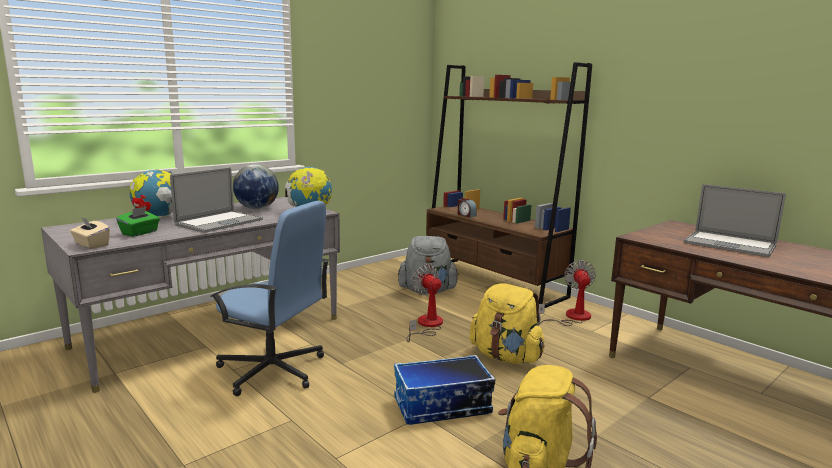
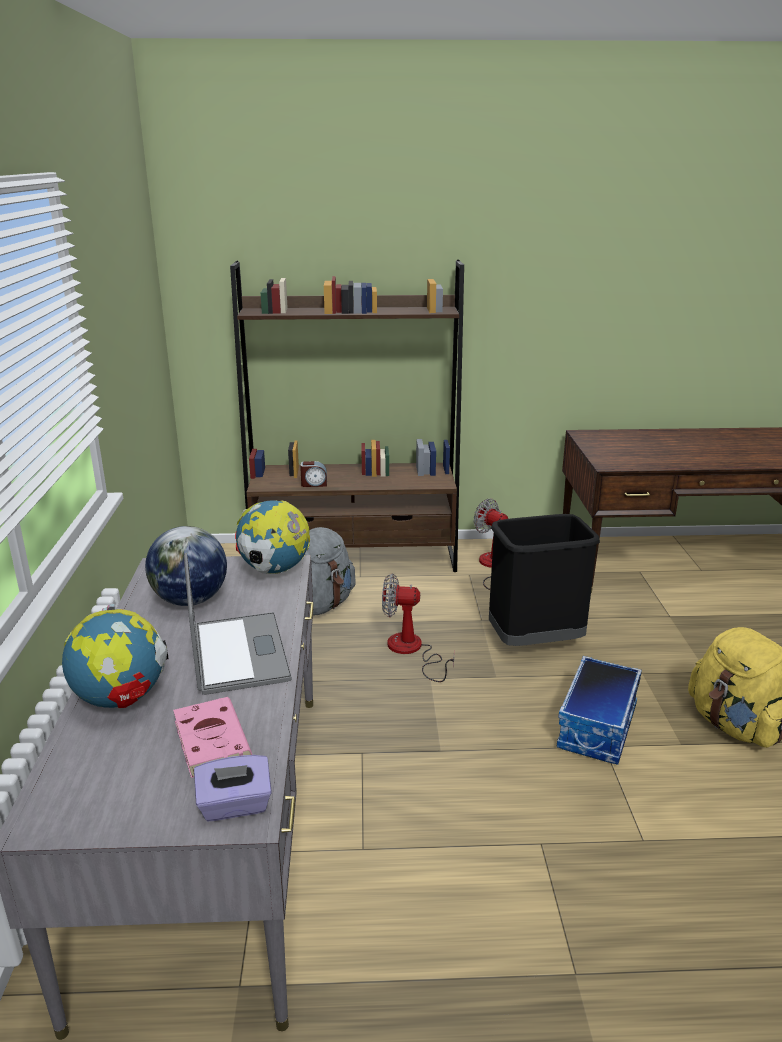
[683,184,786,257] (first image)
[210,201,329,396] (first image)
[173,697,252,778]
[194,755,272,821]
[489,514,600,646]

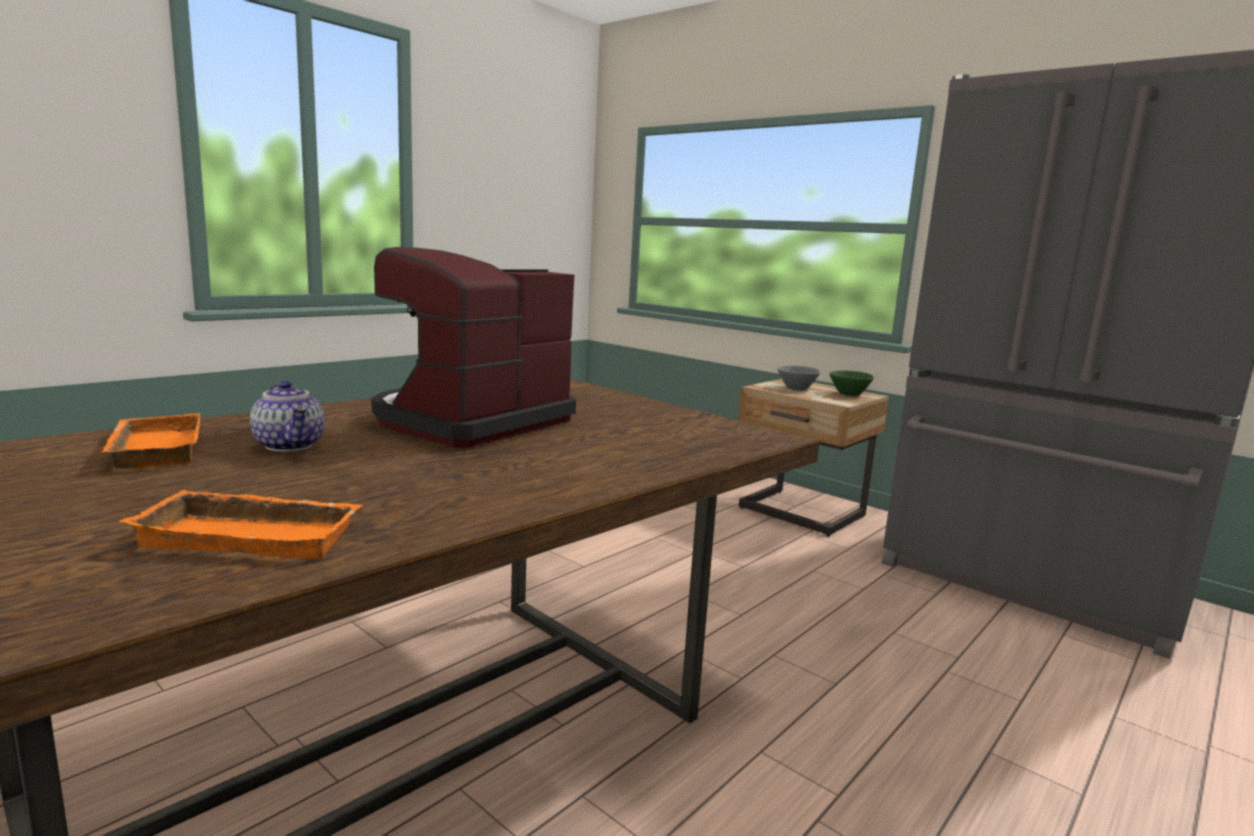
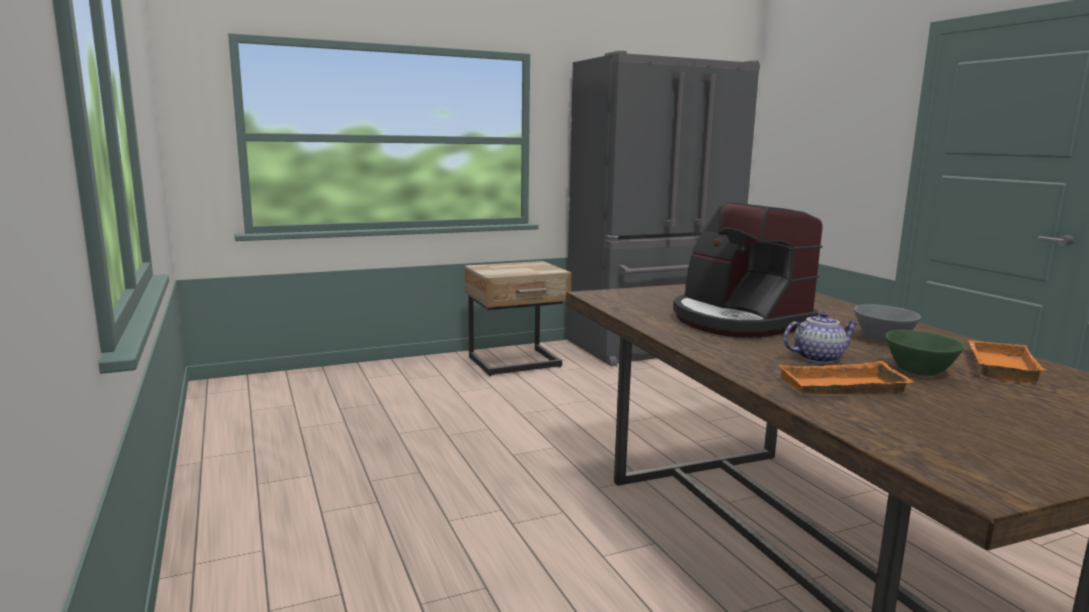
[854,304,921,343]
[885,330,964,376]

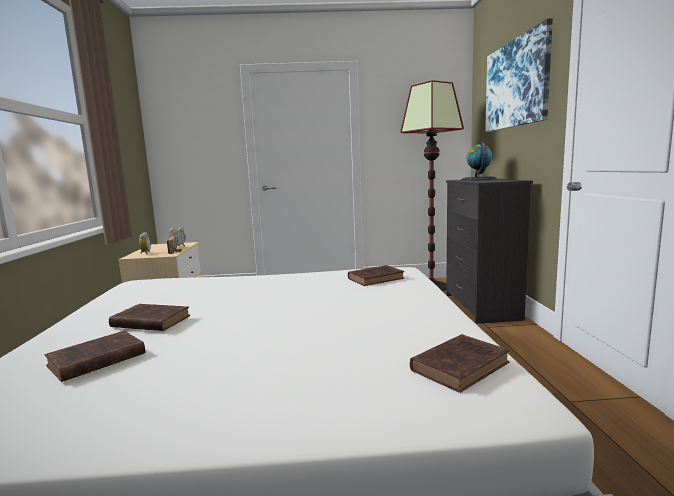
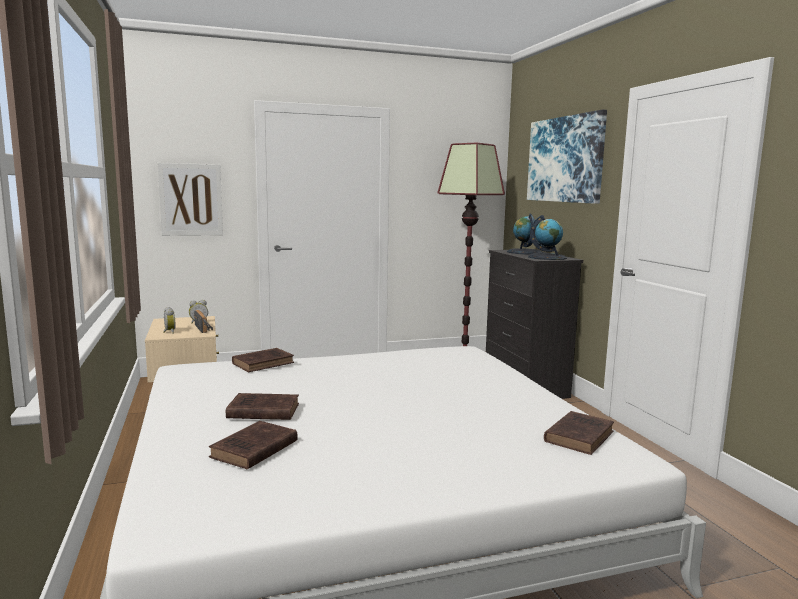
[232,348,294,372]
[158,163,223,236]
[528,215,567,260]

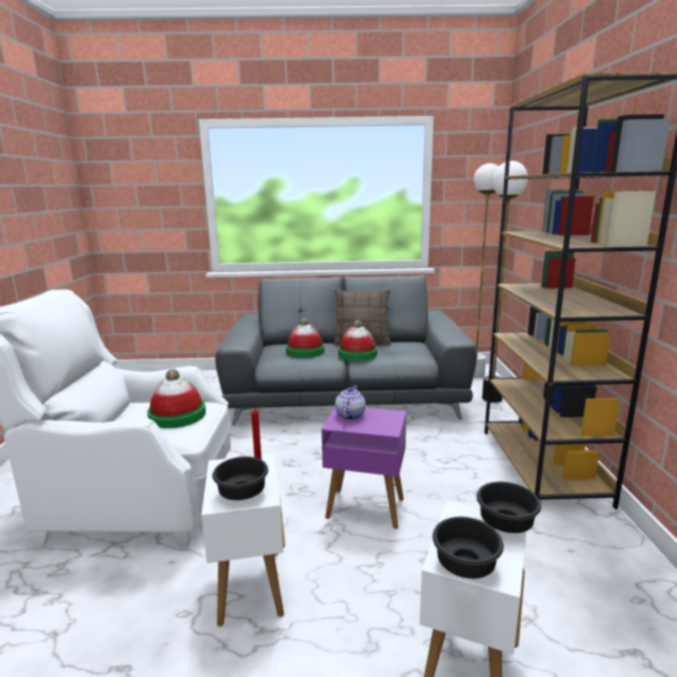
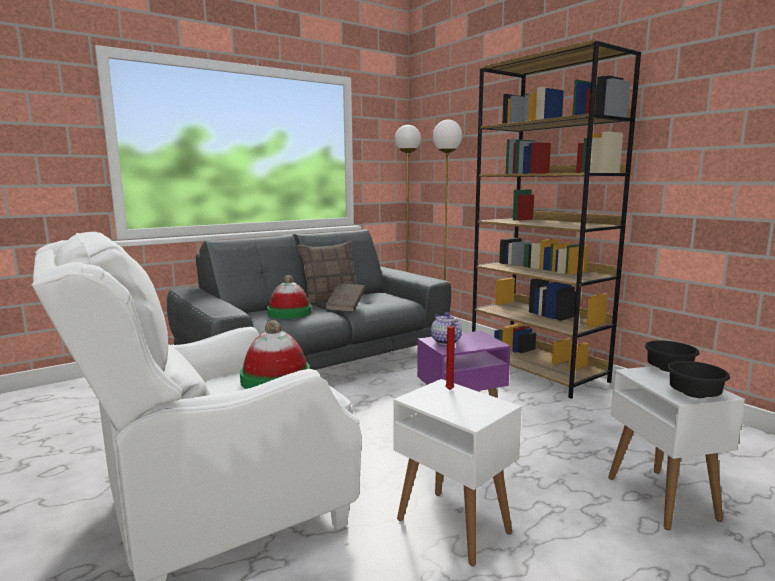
[325,283,366,312]
[212,456,268,500] (first image)

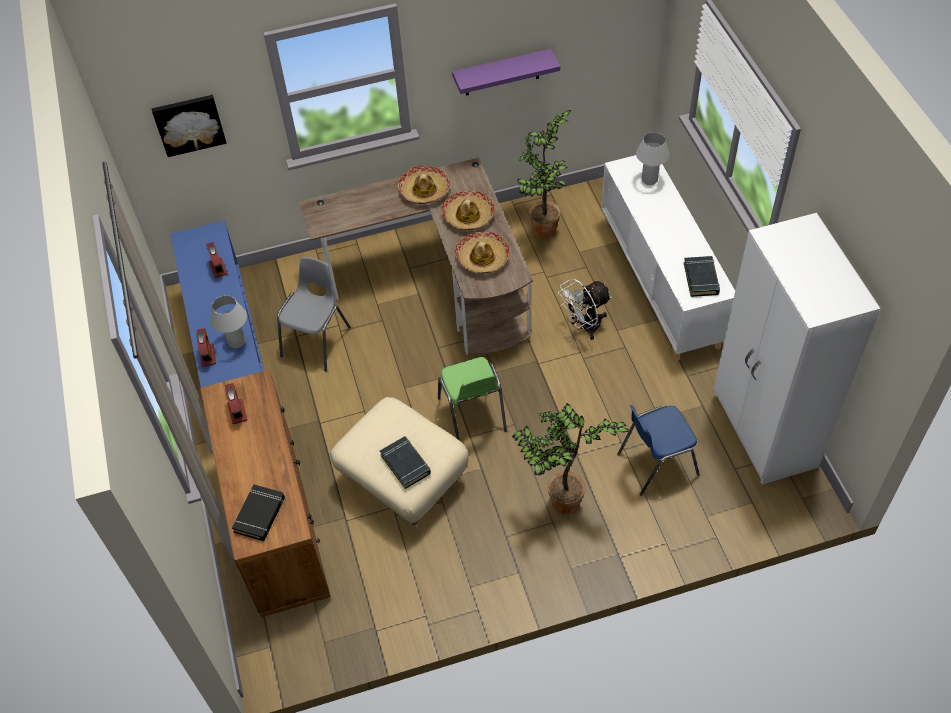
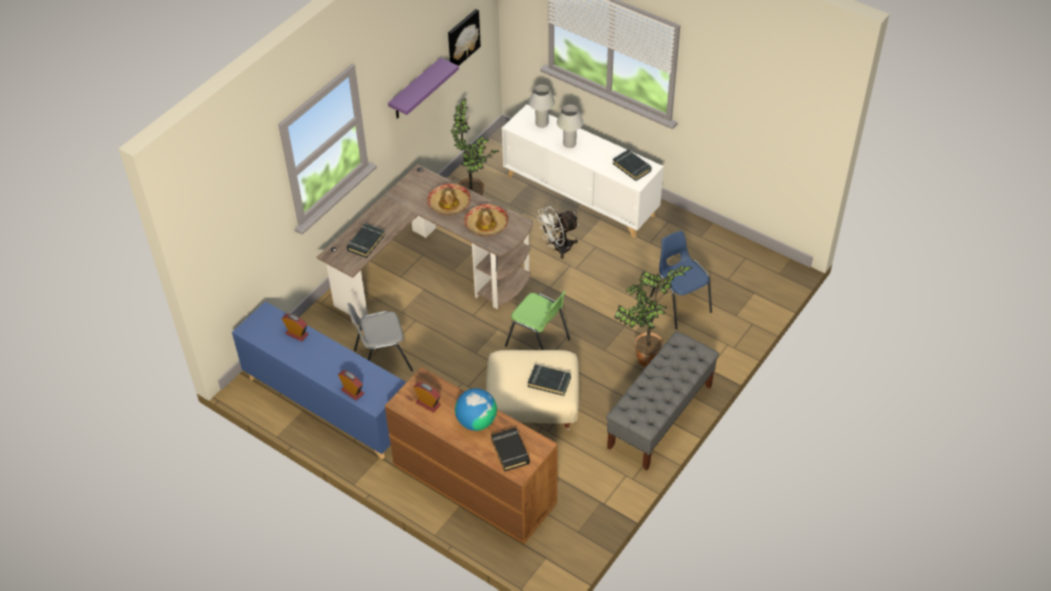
[448,9,481,66]
[398,165,450,204] (first image)
[714,213,881,484] (first image)
[347,303,413,371]
[537,206,579,259]
[557,105,583,148]
[650,231,712,329]
[347,223,385,258]
[606,331,719,470]
[455,388,497,431]

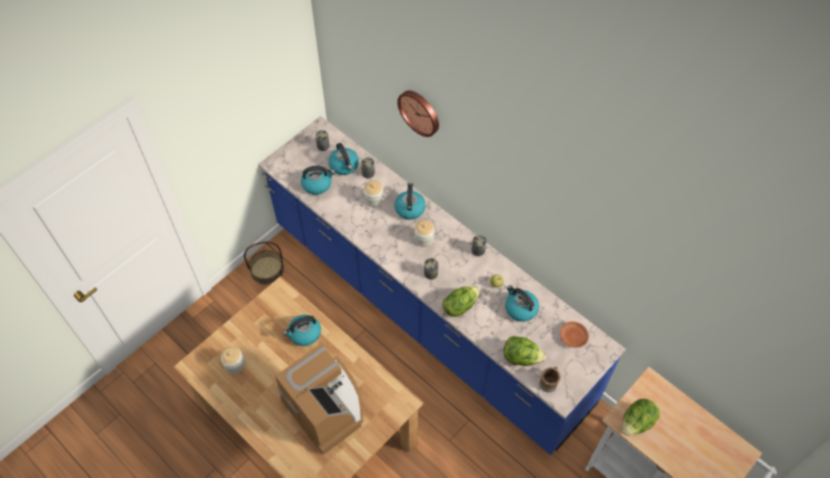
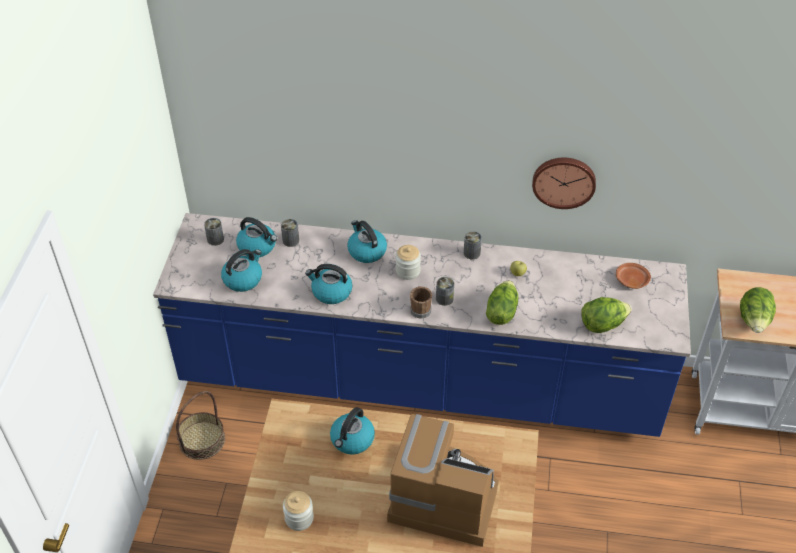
[532,158,596,209]
[364,181,384,207] (first image)
[305,264,352,304]
[410,286,433,319]

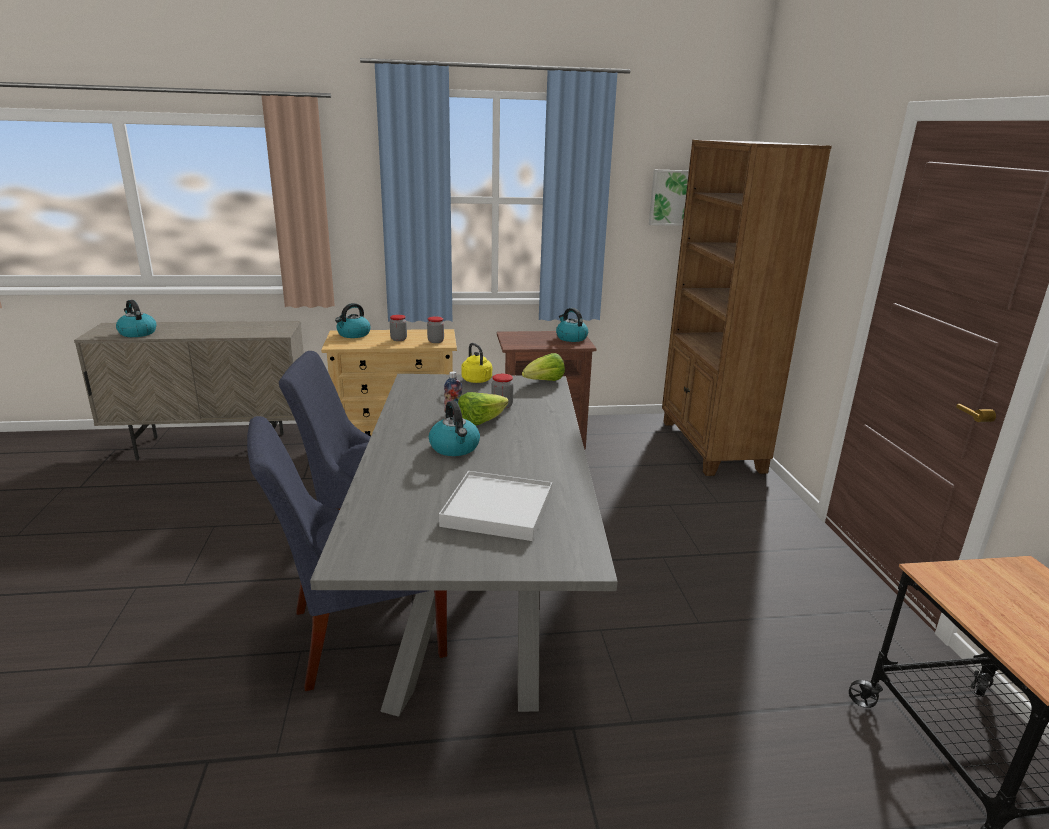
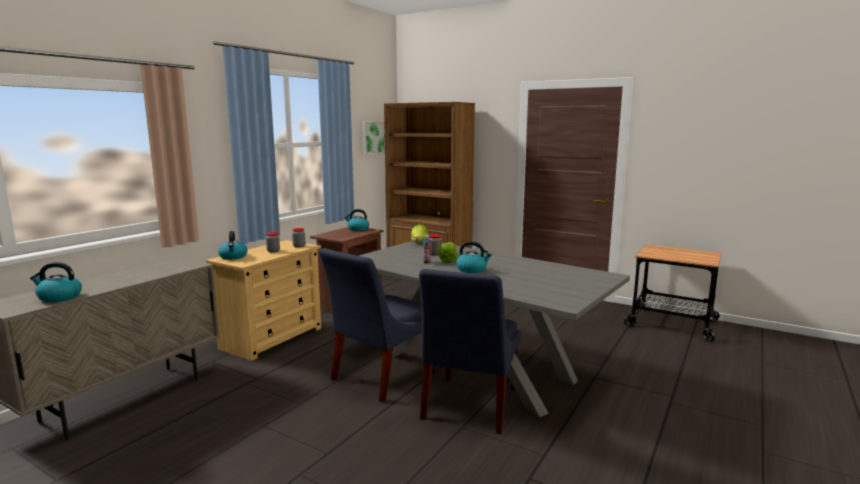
[461,343,492,383] (first image)
[439,471,552,541] (first image)

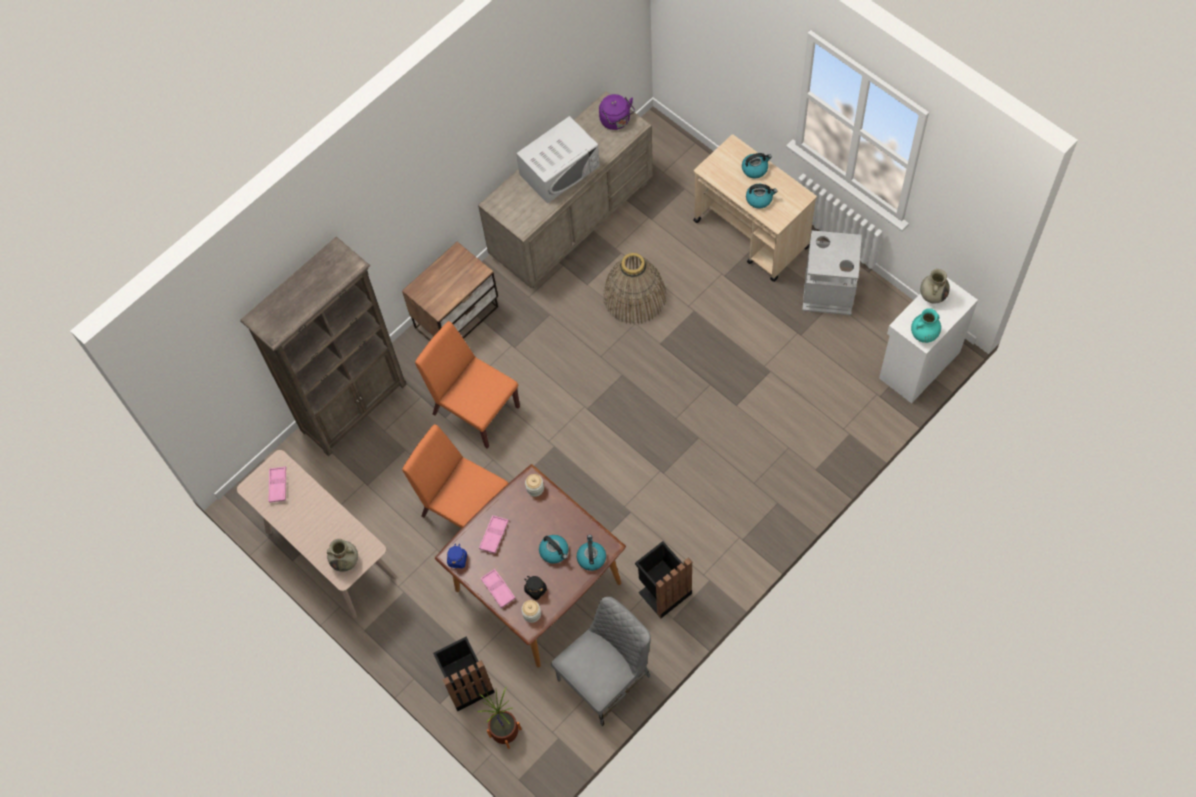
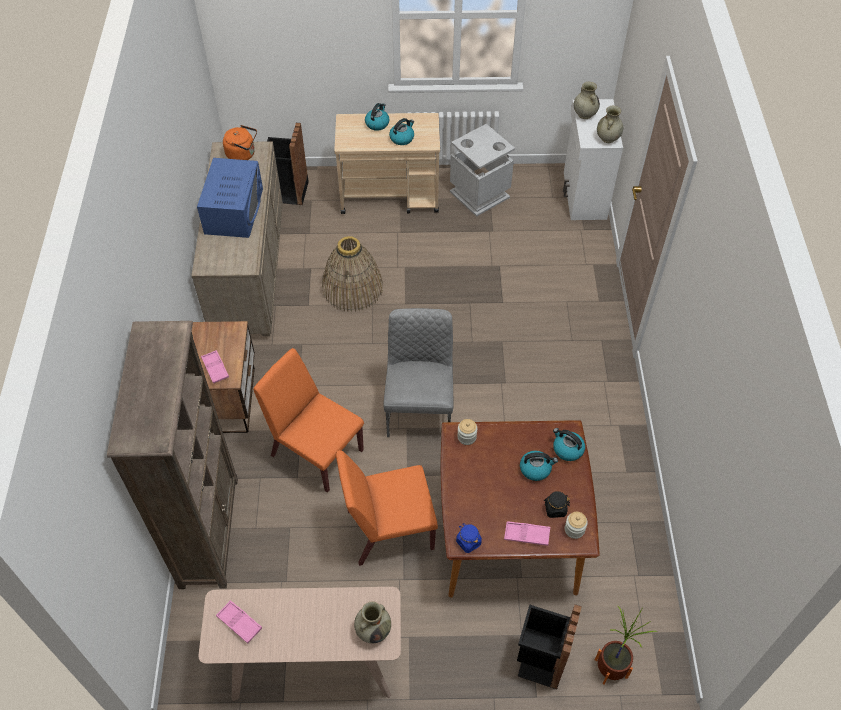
[223,125,257,160]
[197,158,263,238]
[597,106,623,143]
[253,348,364,493]
[201,350,229,384]
[267,123,309,205]
[383,308,454,437]

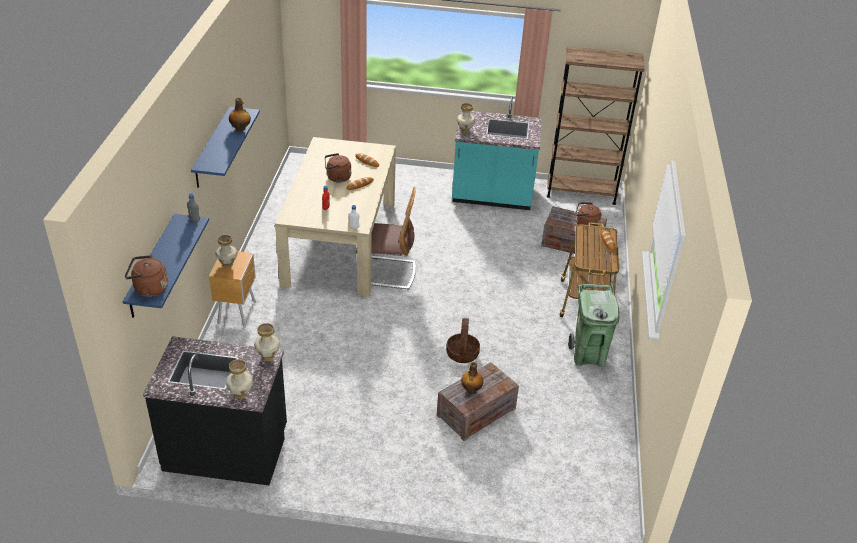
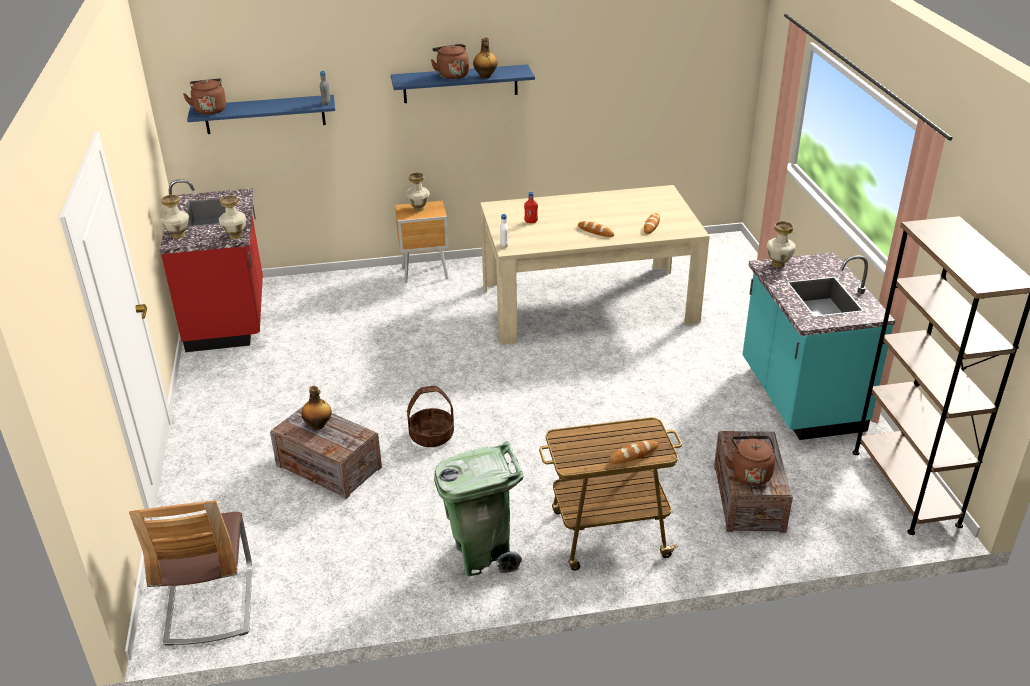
[431,44,469,79]
[129,500,252,646]
[160,179,263,352]

